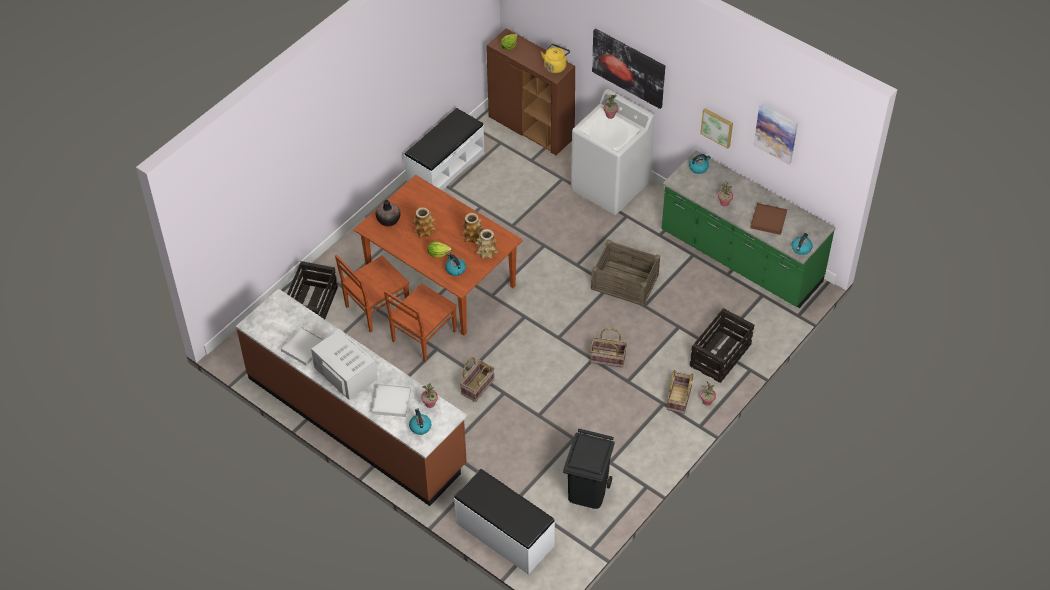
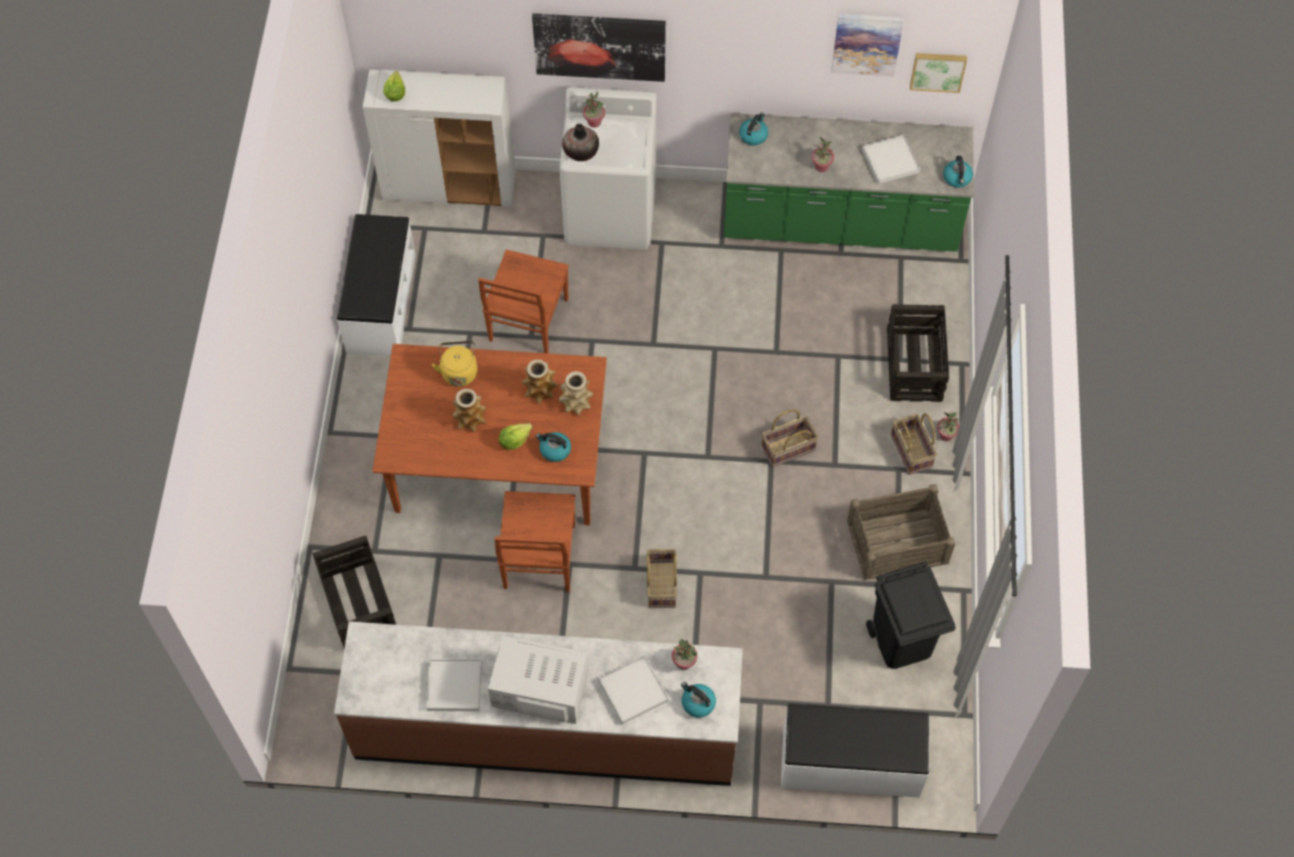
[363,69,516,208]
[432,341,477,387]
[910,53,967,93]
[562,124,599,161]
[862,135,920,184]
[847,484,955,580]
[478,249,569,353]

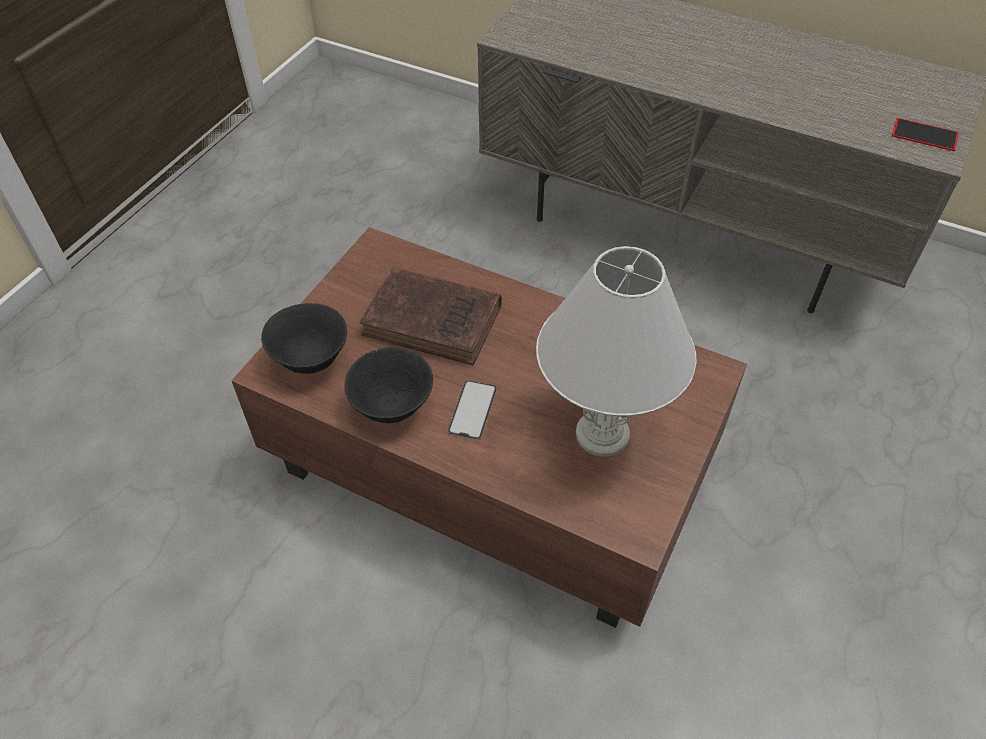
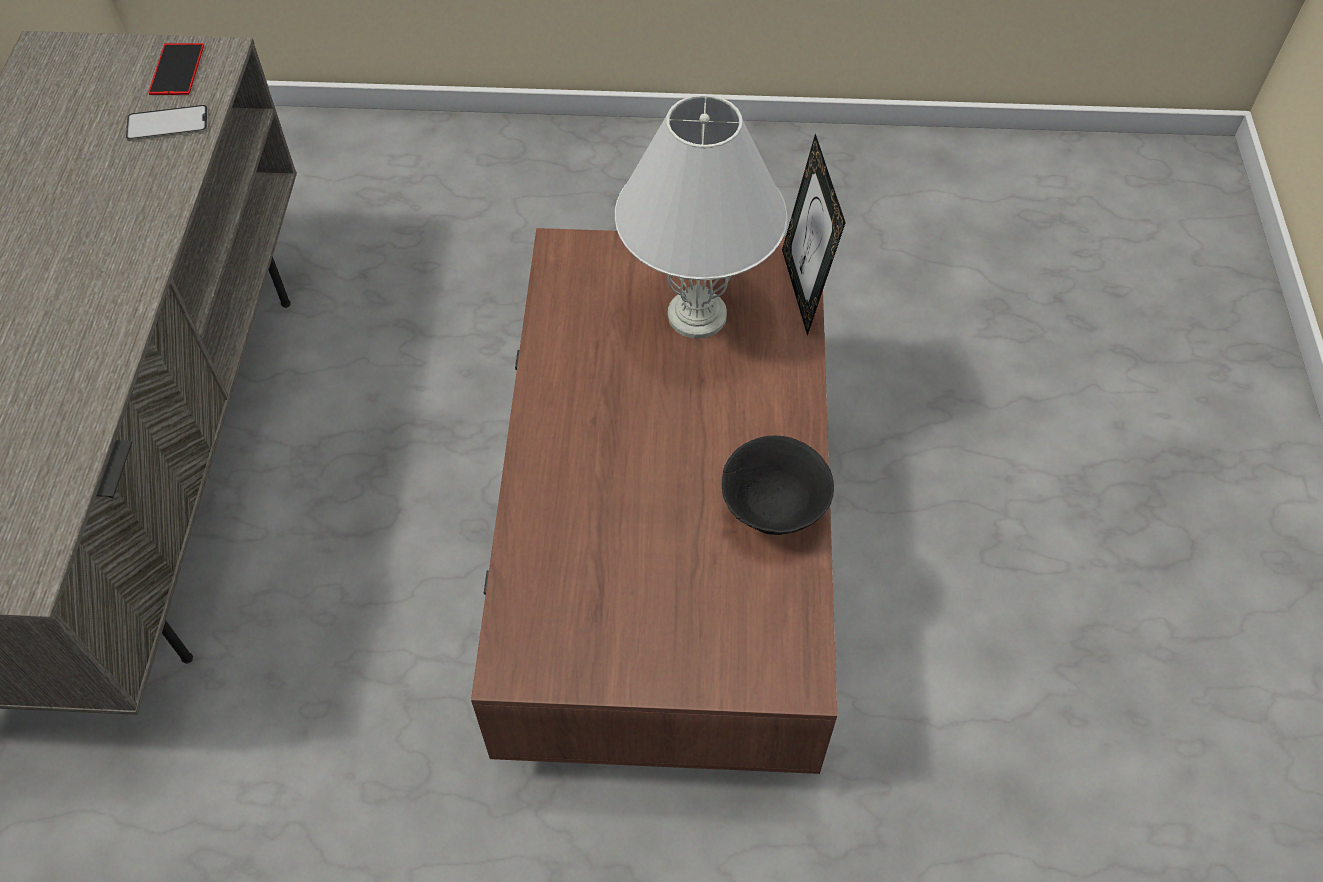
[359,267,502,365] (first image)
[261,303,347,374] (first image)
[126,105,208,141]
[782,133,846,336]

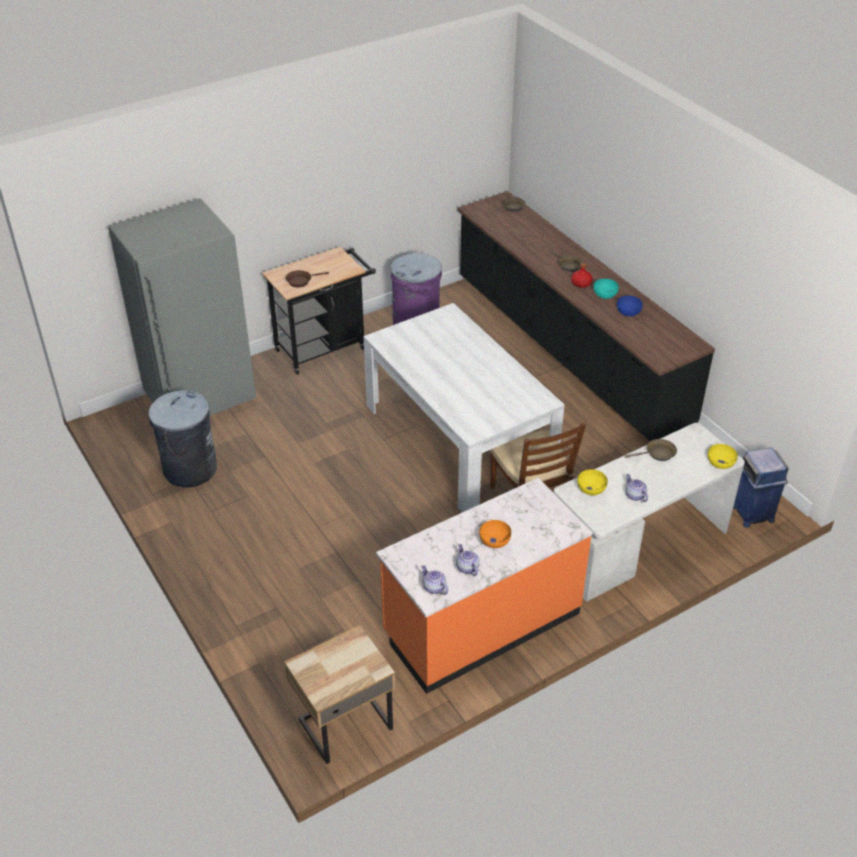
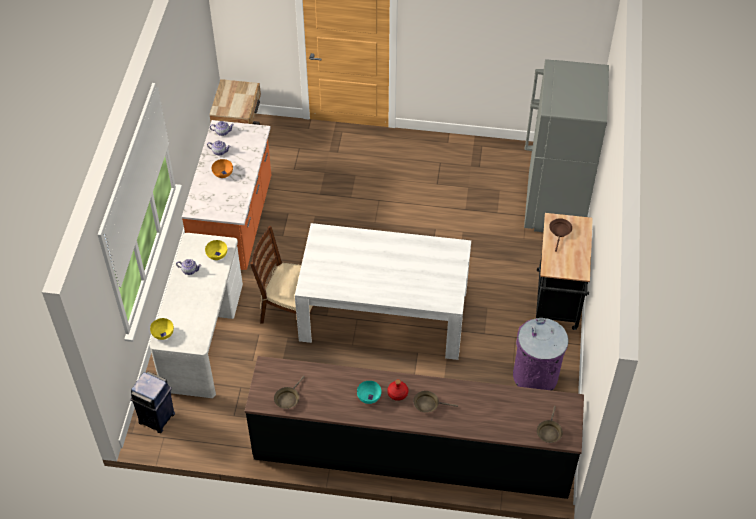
[617,296,643,317] (first image)
[148,390,217,487] (first image)
[274,376,305,409]

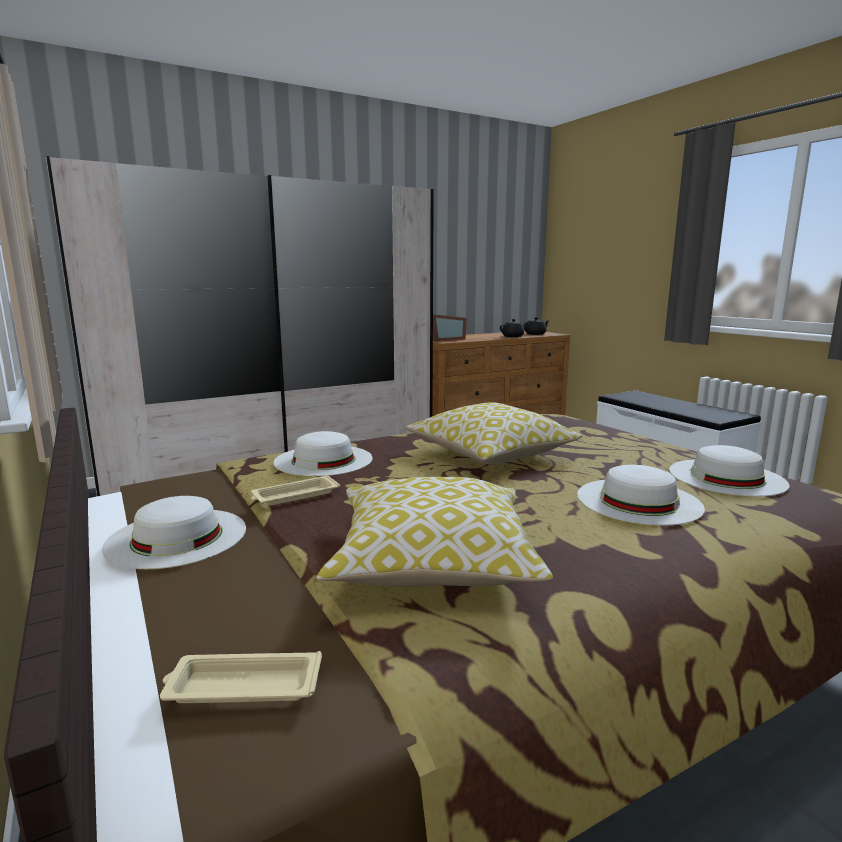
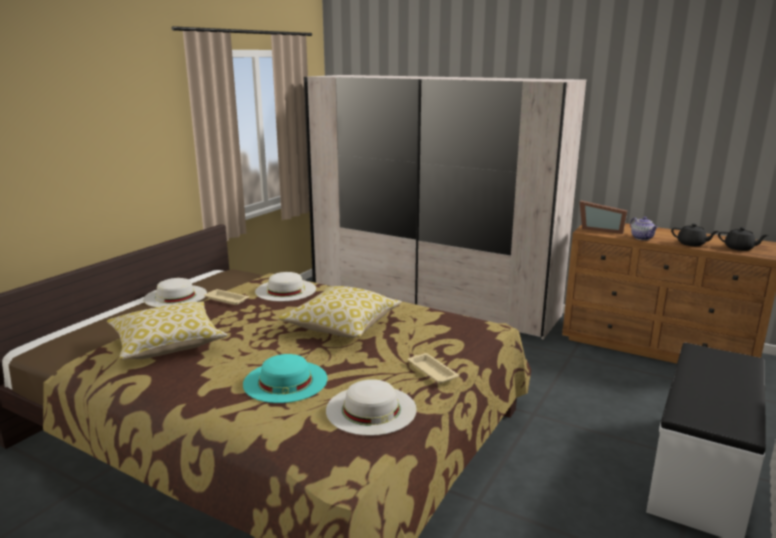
[243,354,328,403]
[408,353,459,384]
[630,217,658,240]

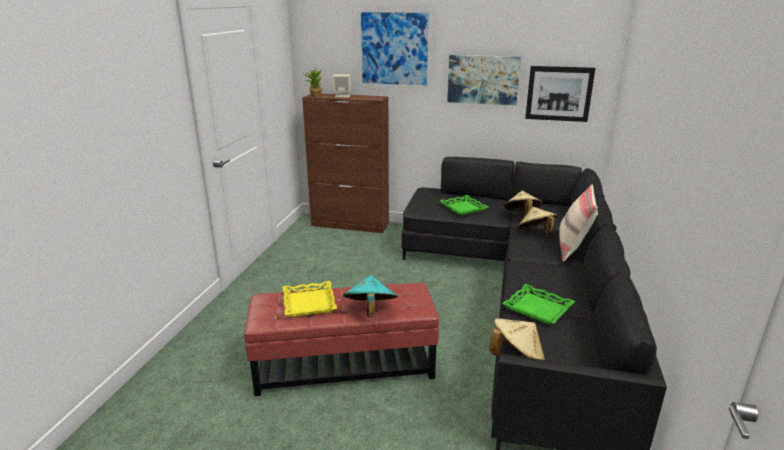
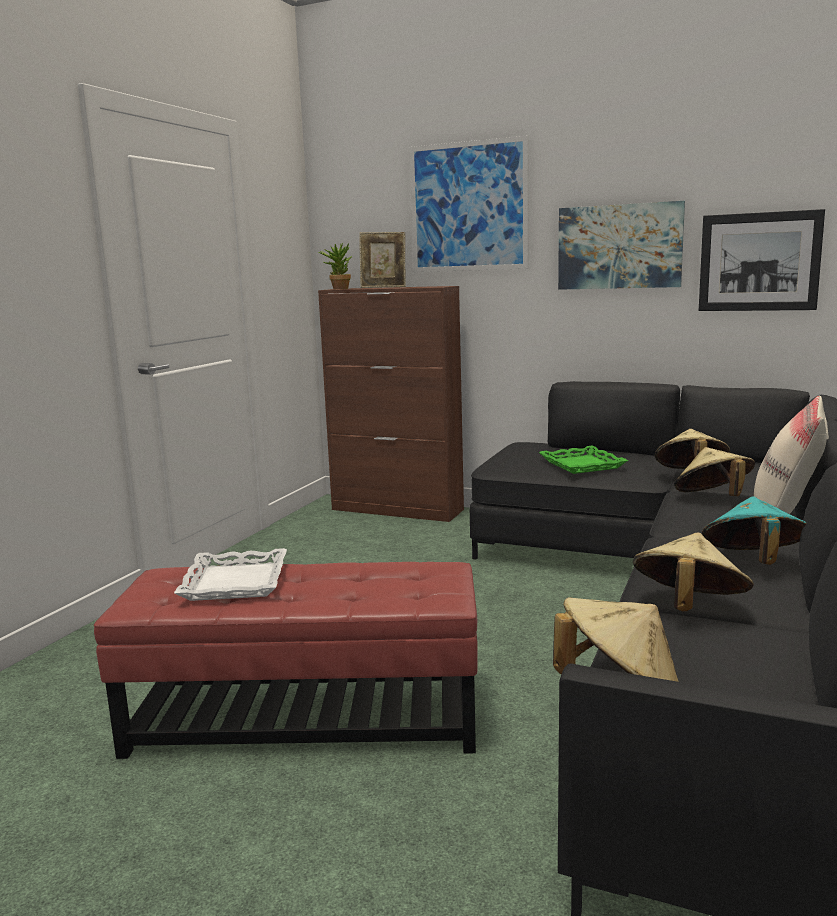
[359,232,406,288]
[702,496,806,565]
[174,548,287,601]
[633,532,754,611]

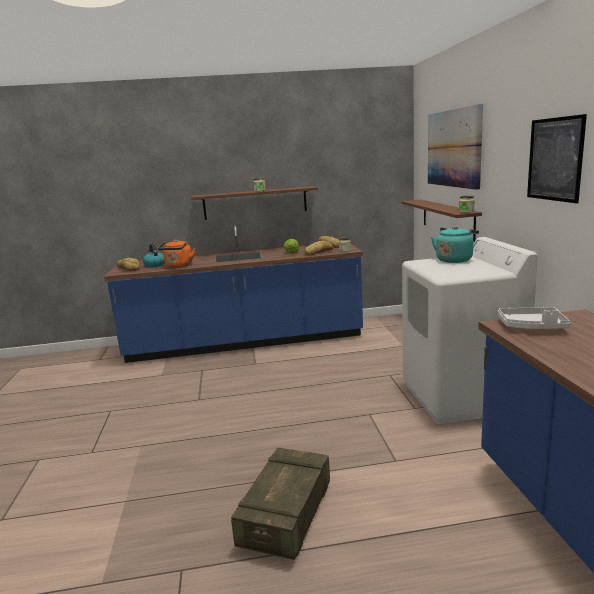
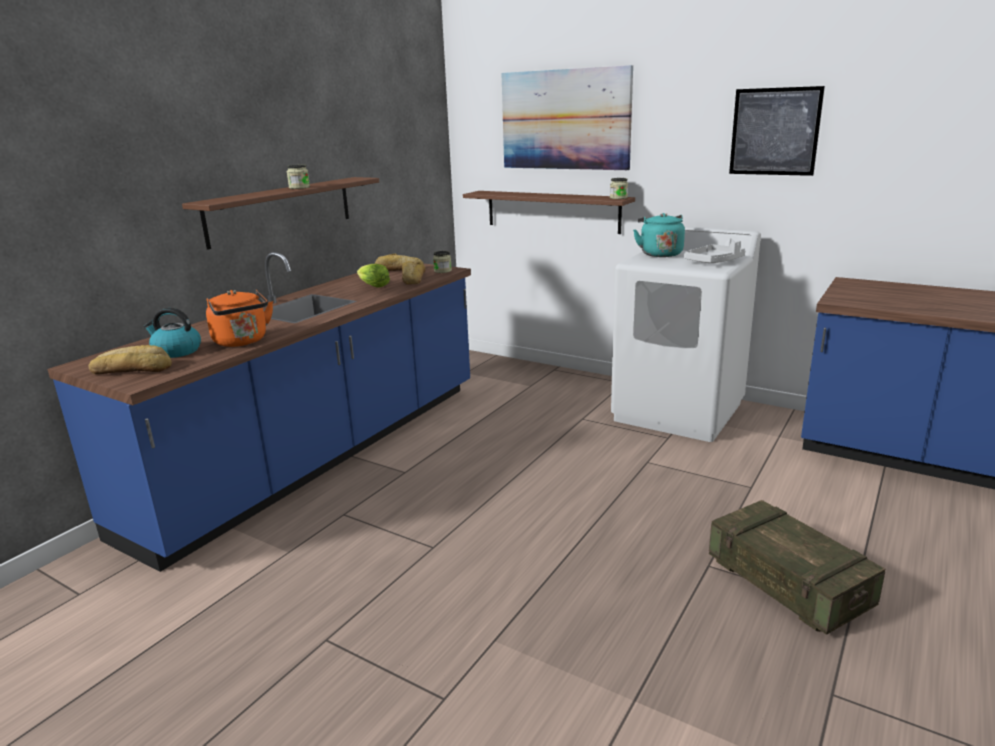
[684,241,745,263]

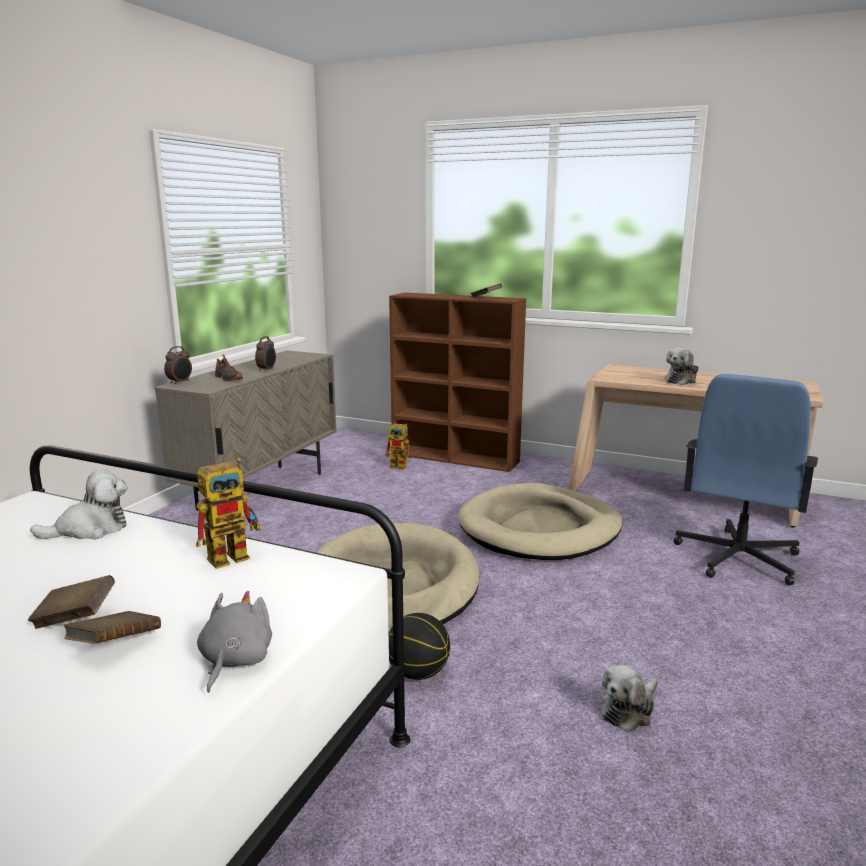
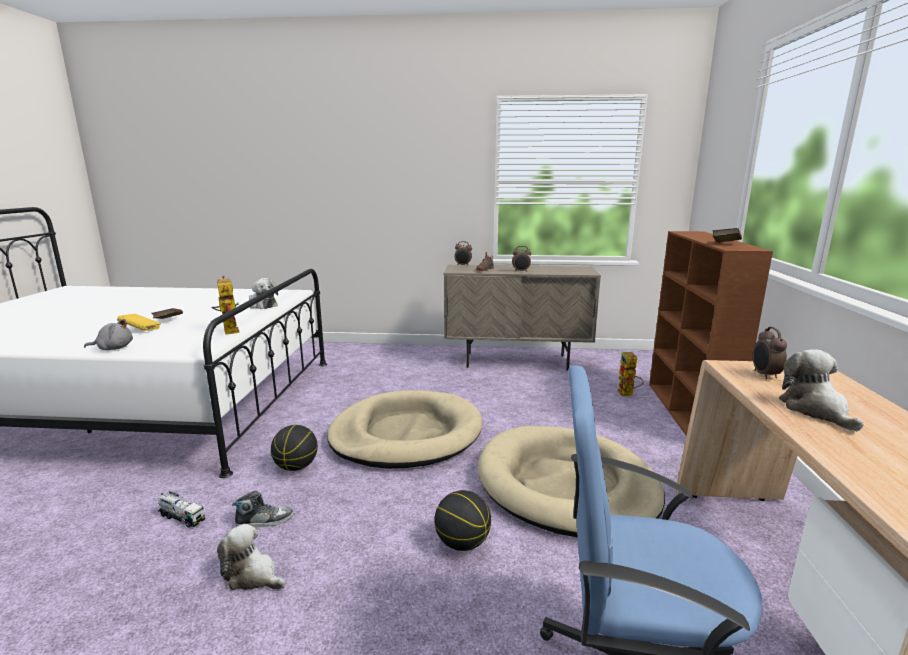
[779,349,864,432]
[211,275,240,335]
[117,314,161,331]
[753,327,787,379]
[232,490,293,528]
[435,490,491,551]
[158,491,205,528]

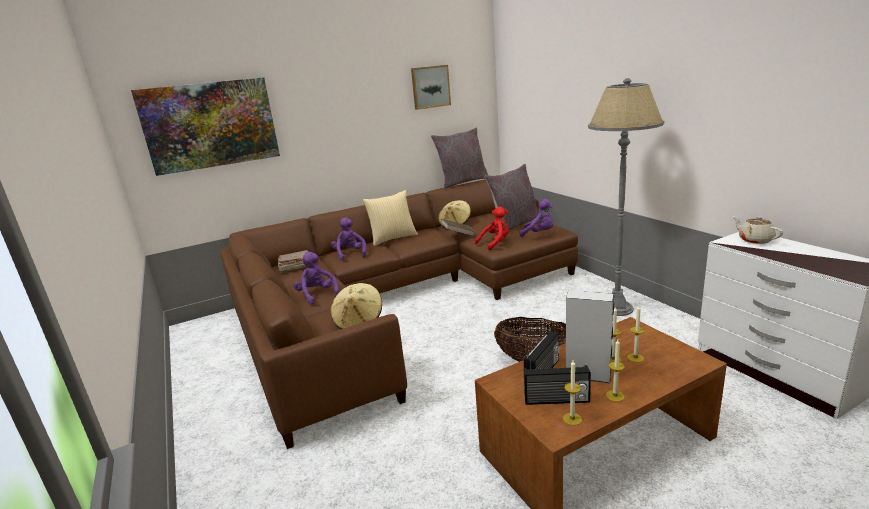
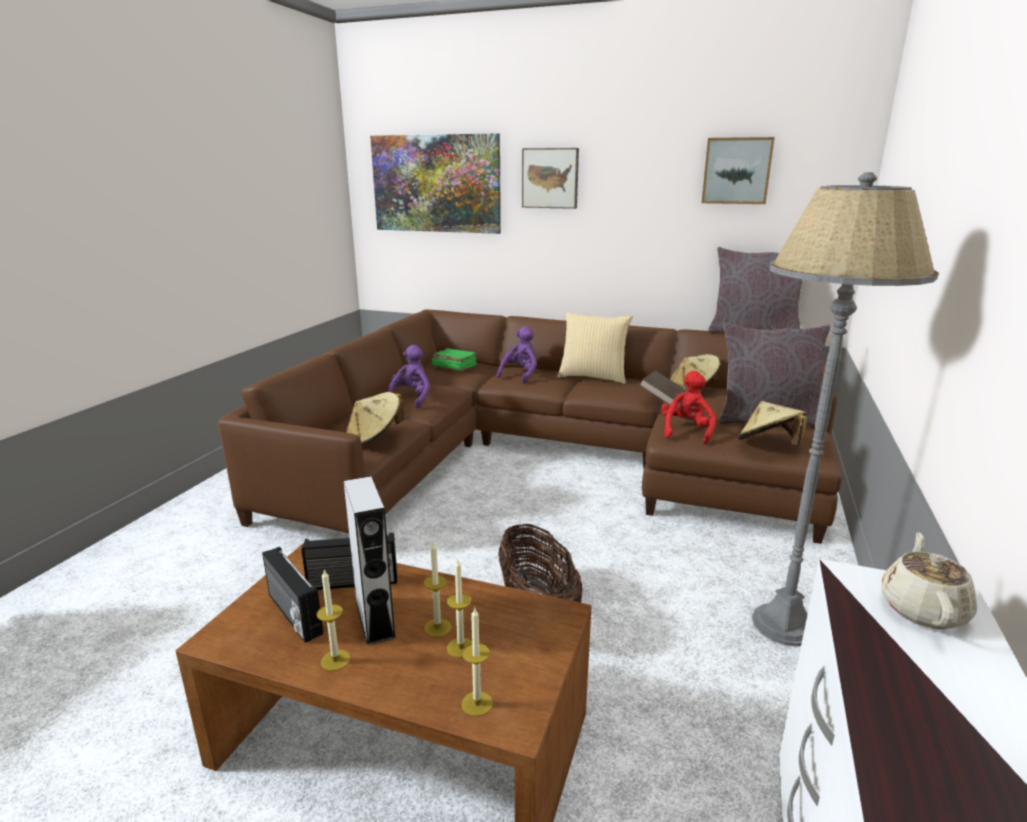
[738,401,807,446]
[661,371,716,444]
[432,348,478,371]
[462,608,493,716]
[522,148,579,209]

